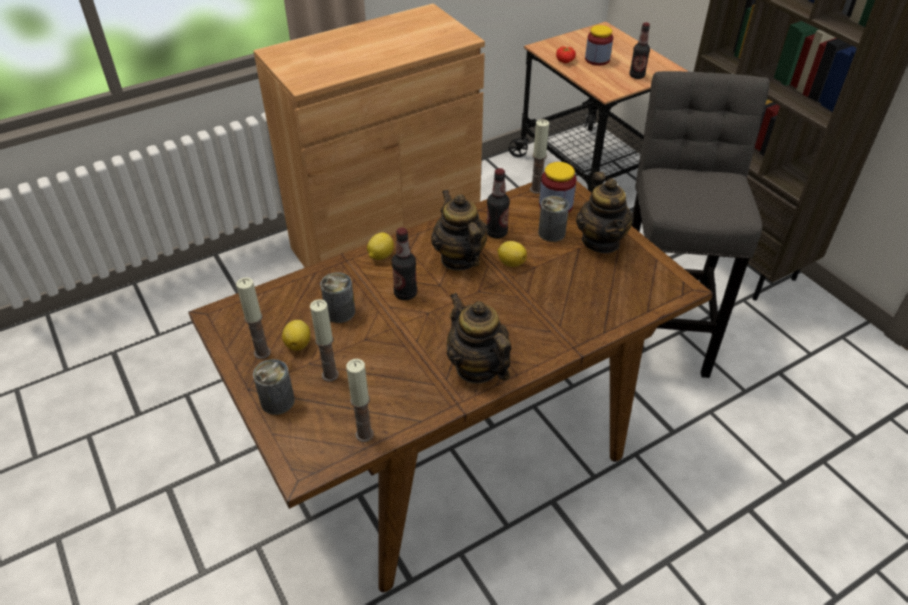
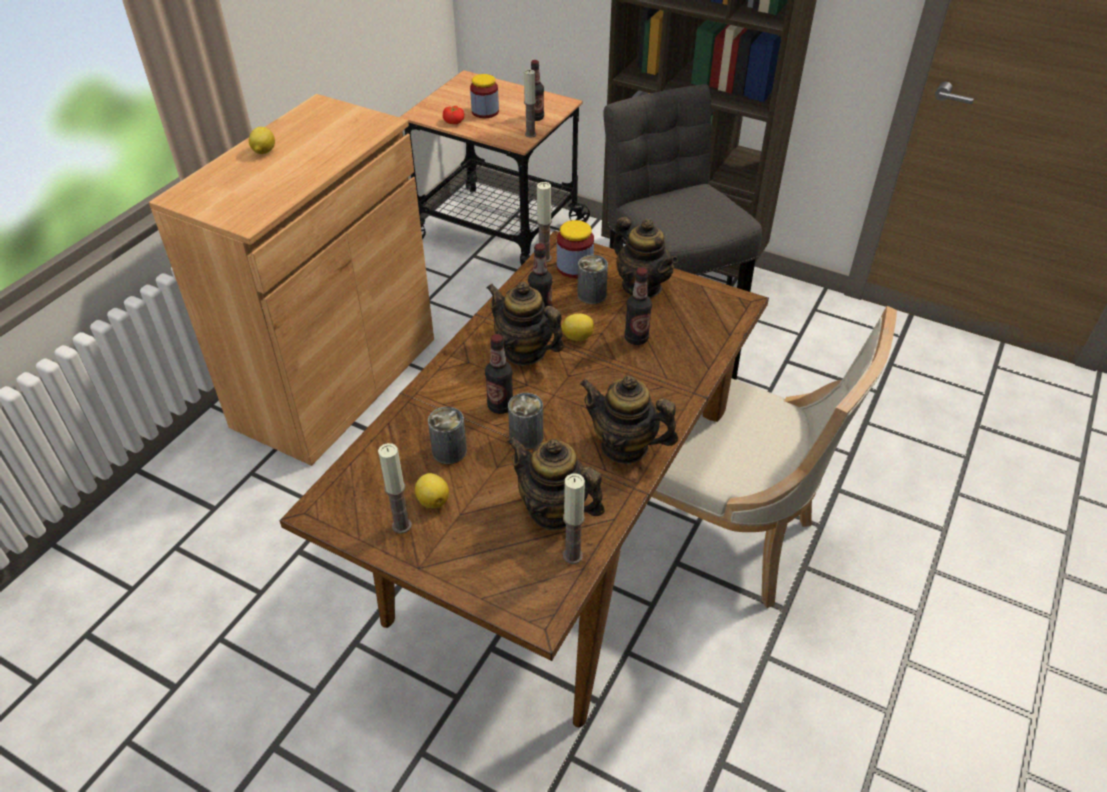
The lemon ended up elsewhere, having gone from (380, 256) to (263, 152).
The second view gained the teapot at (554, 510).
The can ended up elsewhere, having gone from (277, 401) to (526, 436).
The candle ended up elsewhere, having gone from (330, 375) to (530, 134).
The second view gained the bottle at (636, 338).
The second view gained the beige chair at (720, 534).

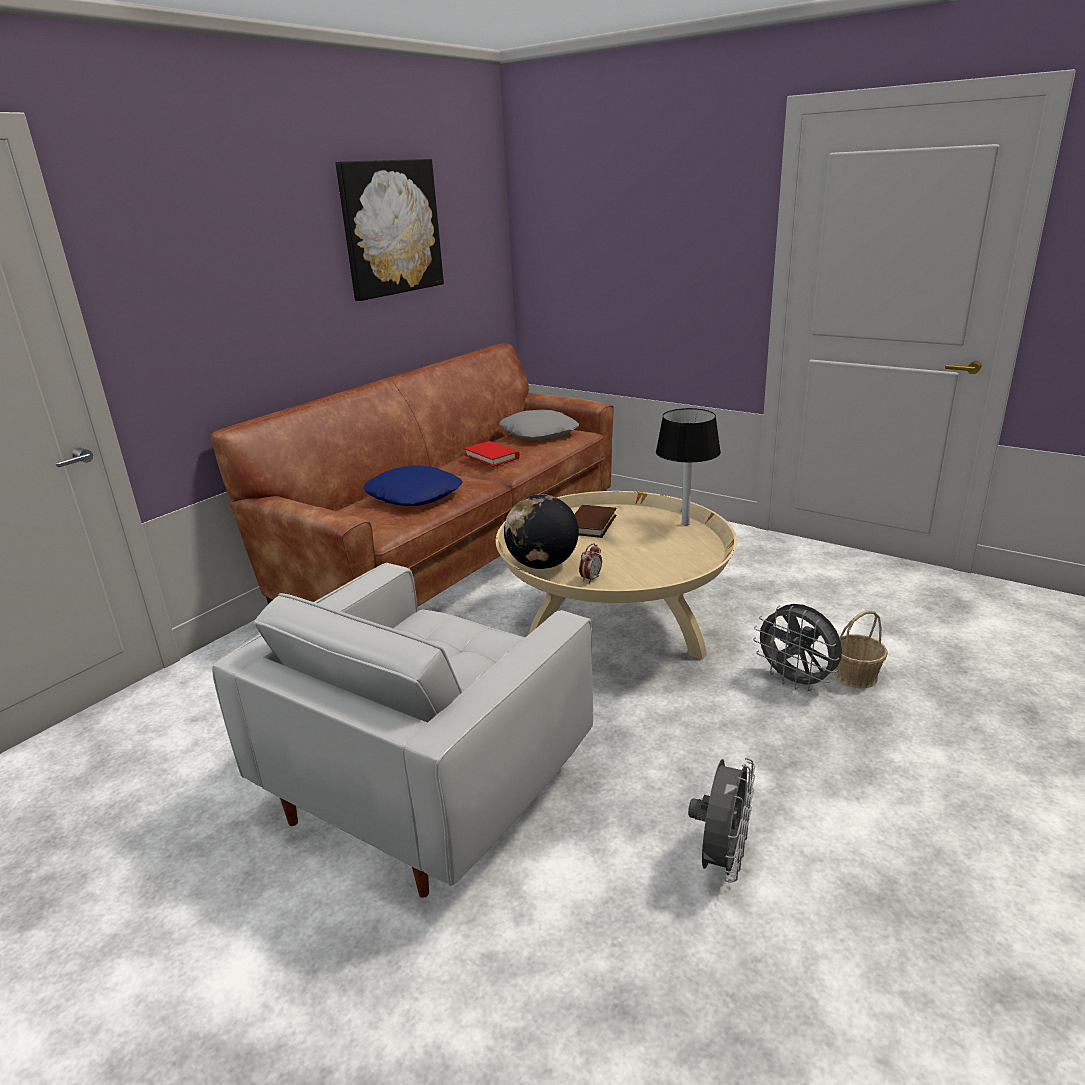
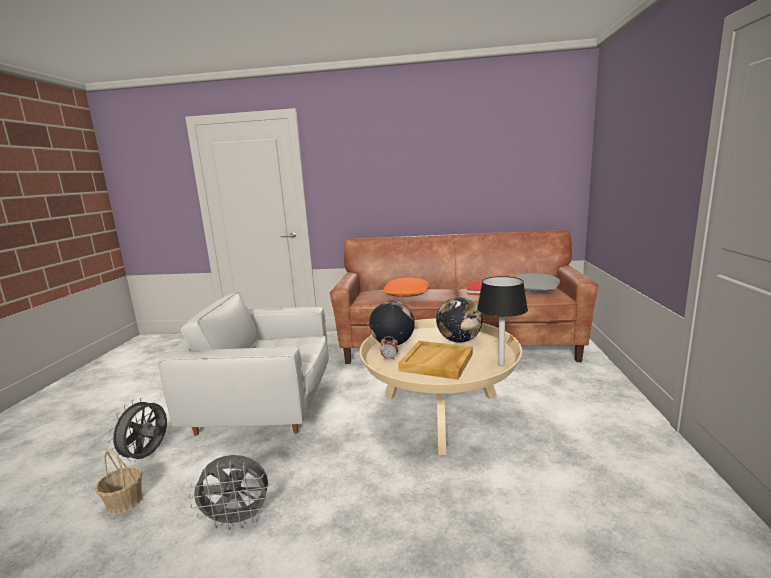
The basket ended up elsewhere, having gone from (856, 676) to (124, 502).
The grey fan ended up elsewhere, having gone from (796, 681) to (147, 456).
What was the blue pillow at (414, 495) turned into the orange pillow at (407, 293).
The second view gained the beige tray at (437, 362).
Where the brown book stood at (591, 524), the globe came to stand at (459, 340).
The second view lost the picture at (391, 228).

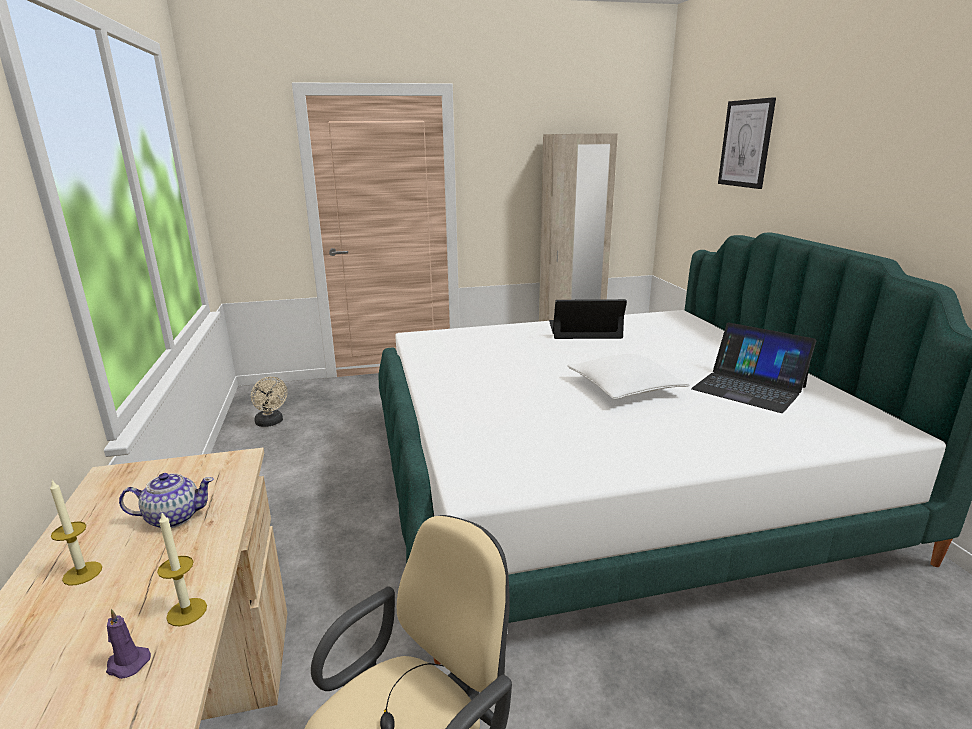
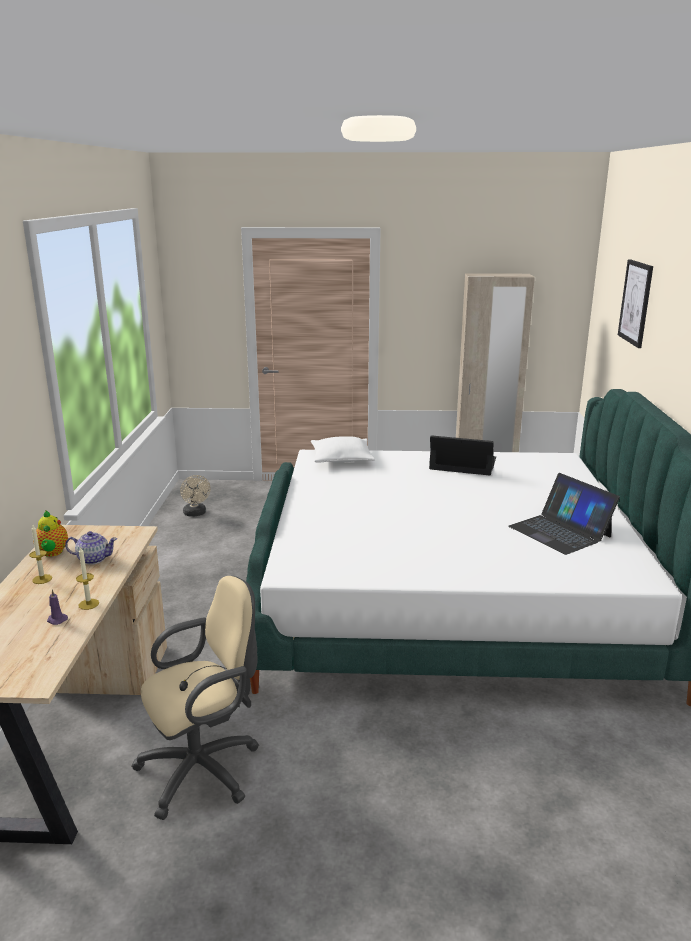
The second view gained the teapot at (52, 553).
The white pillow ended up elsewhere, having gone from (624, 387) to (341, 459).

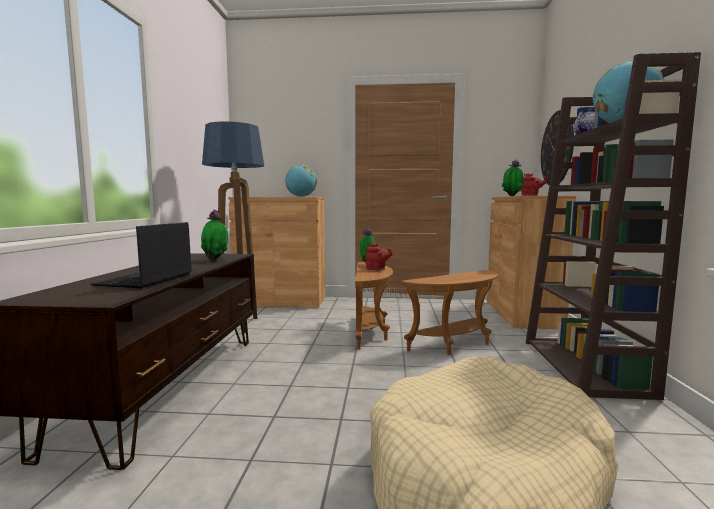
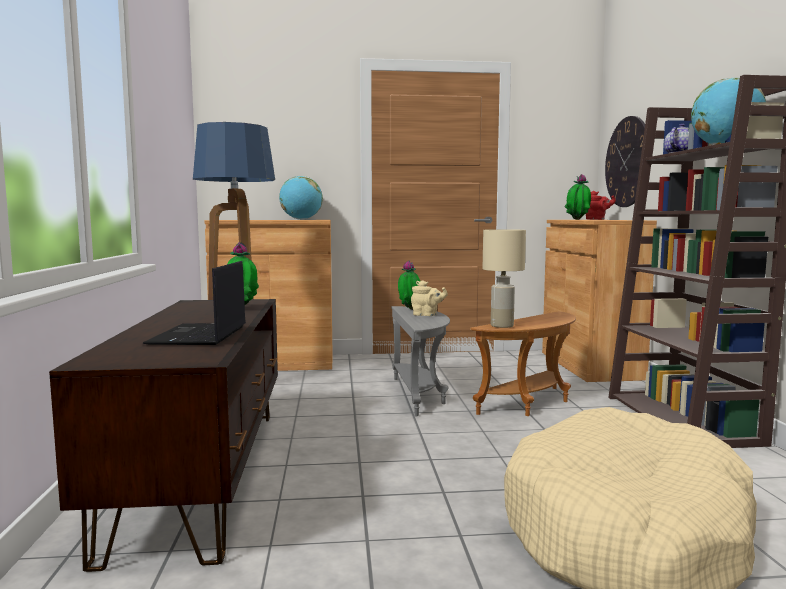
What was the brown side table at (371, 331) turned into the grey side table at (419, 395).
What was the red teapot at (377, 269) turned into the beige teapot at (427, 315).
The second view gained the beige table lamp at (502, 326).

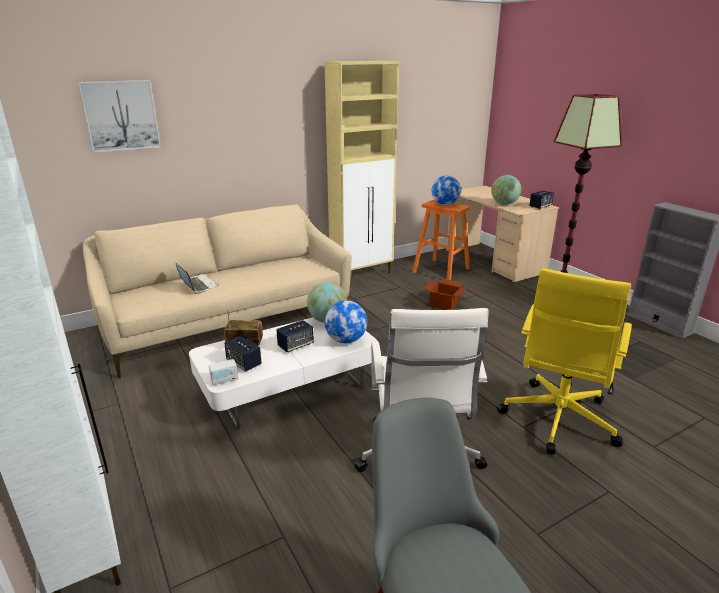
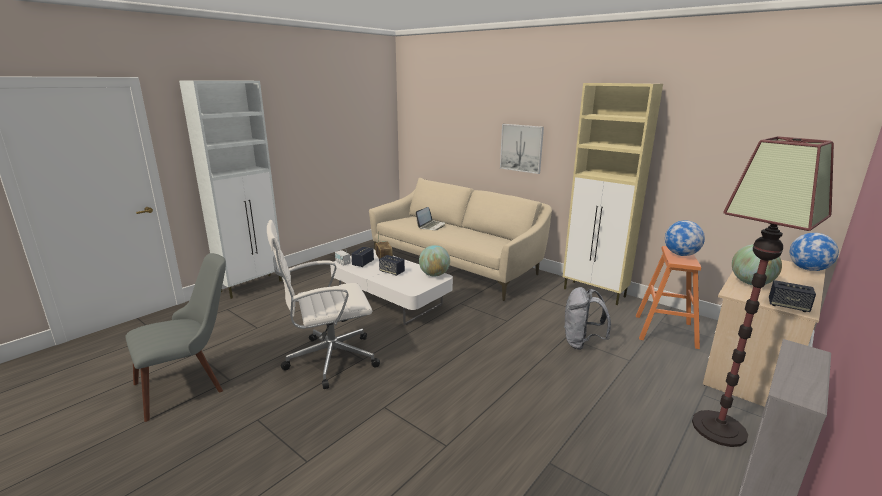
The picture ended up elsewhere, having gone from (121, 116) to (521, 148).
Where the cardboard box stood at (444, 304), the grey backpack came to stand at (581, 343).
The globe ended up elsewhere, having gone from (346, 340) to (808, 269).
The second view lost the yellow office chair at (557, 420).

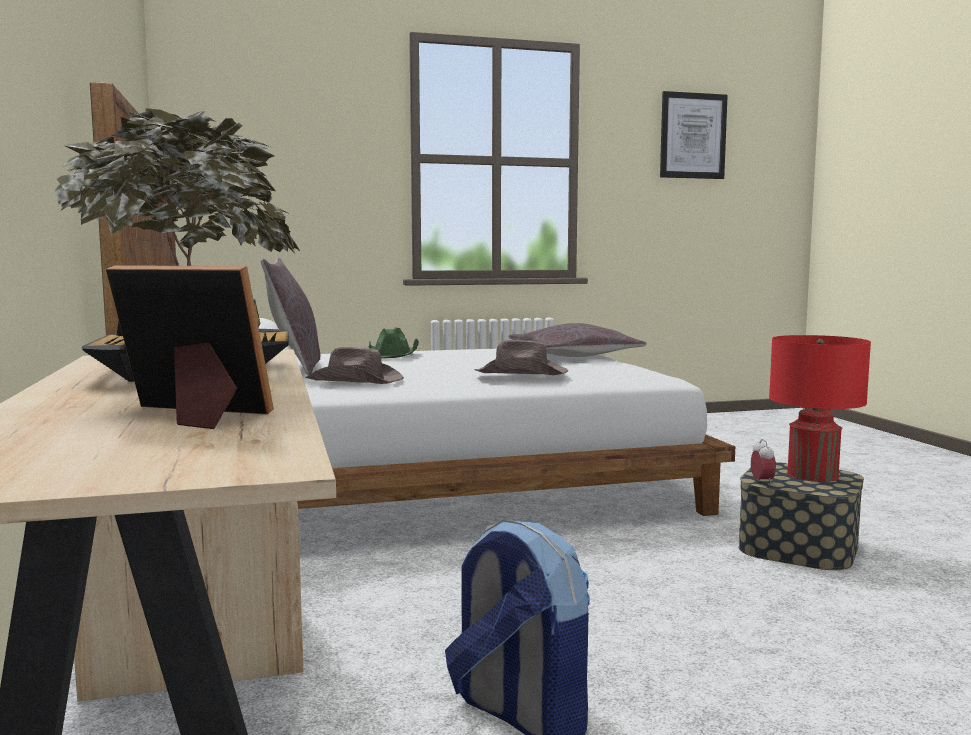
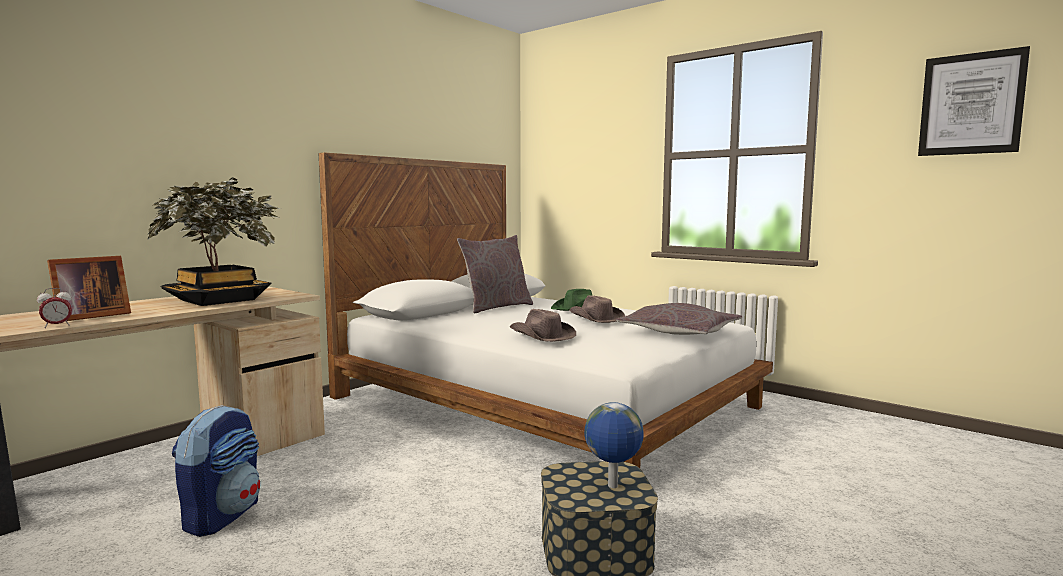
The alarm clock ended up elsewhere, having gone from (762, 482) to (57, 326).
The picture frame at (192, 416) ended up facing another way, 60 degrees clockwise from before.
The brown hat ended up elsewhere, having gone from (355, 381) to (596, 318).
Where the red table lamp stood at (812, 475), the globe came to stand at (612, 486).

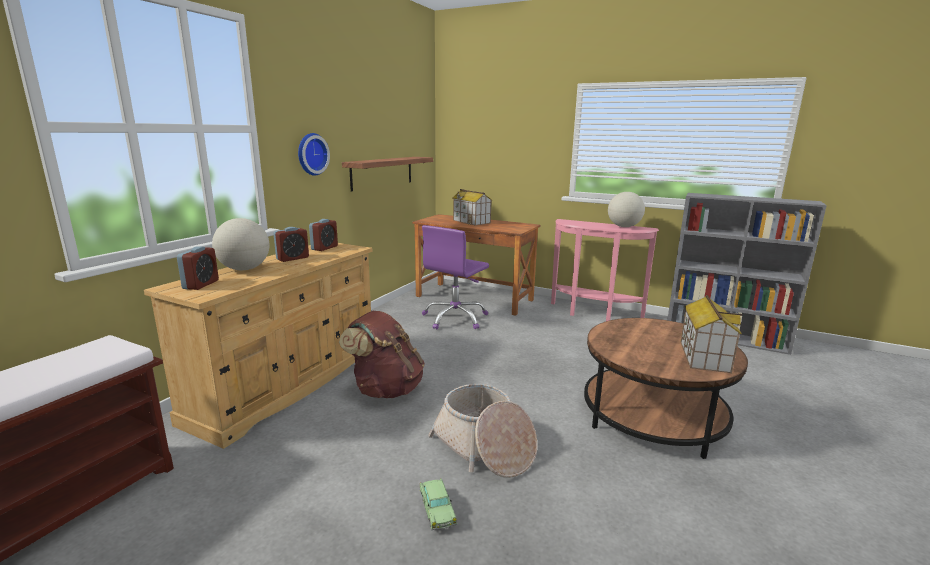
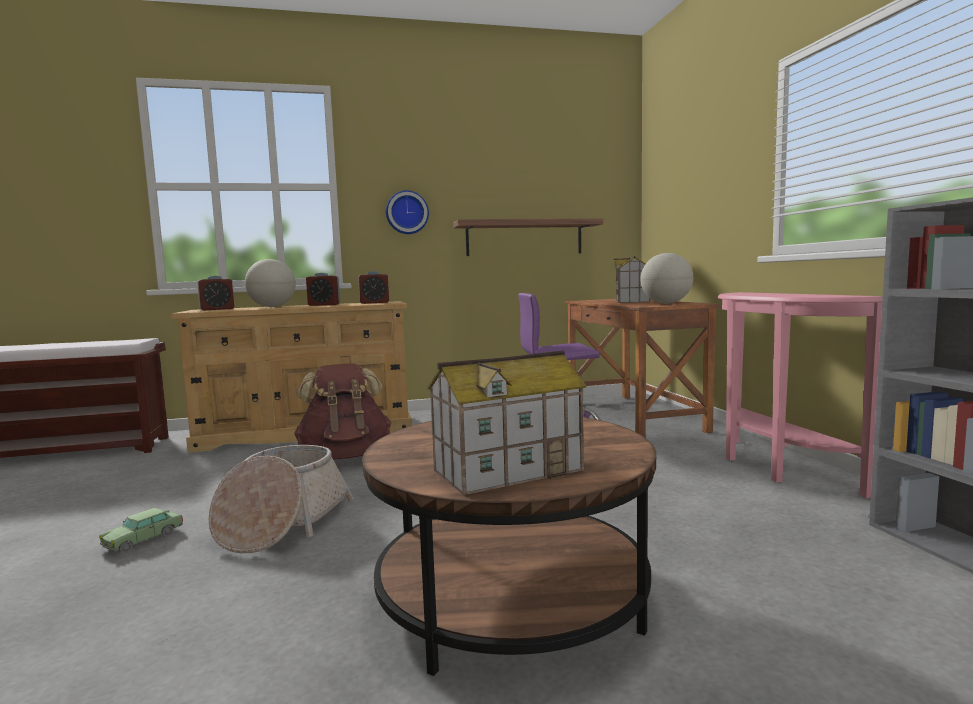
The globe ended up elsewhere, having gone from (624, 227) to (666, 303).

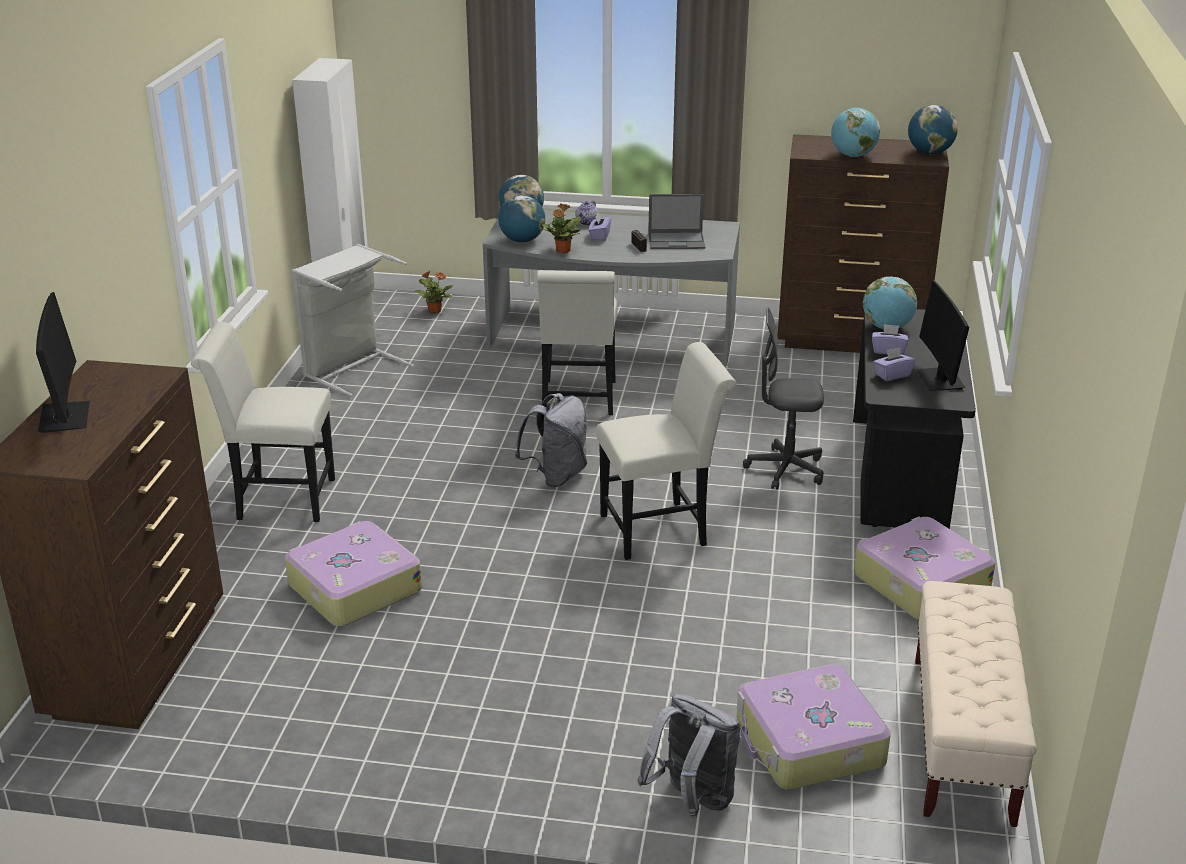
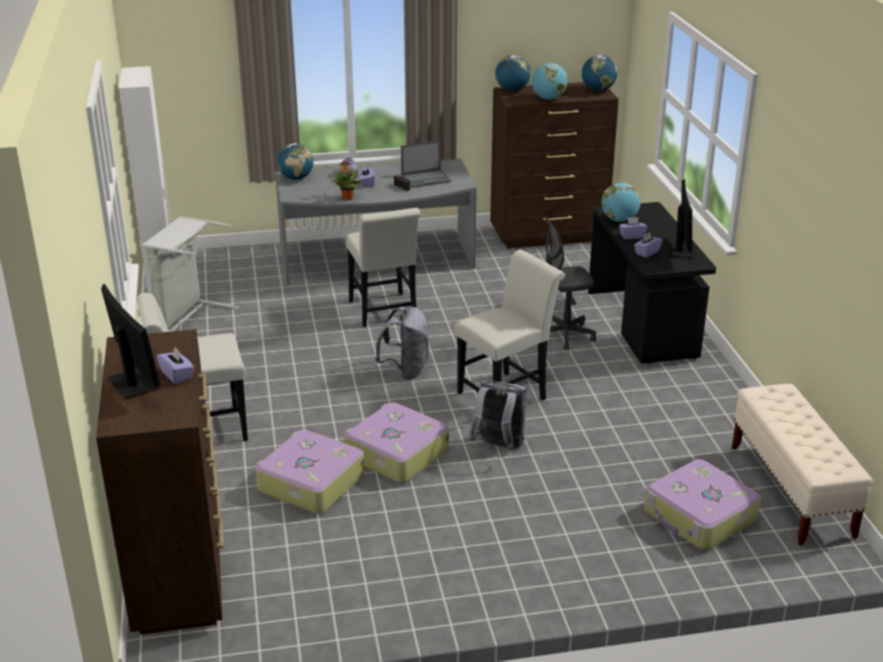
The second view gained the purple tissue box at (177, 375).
The suitcase ended up elsewhere, having gone from (919, 582) to (395, 453).
The grey backpack ended up elsewhere, having gone from (692, 800) to (498, 447).
The globe ended up elsewhere, having gone from (522, 240) to (512, 90).
The monitor at (940, 380) ended up facing another way, 150 degrees counterclockwise from before.
The second view lost the potted plant at (434, 311).

